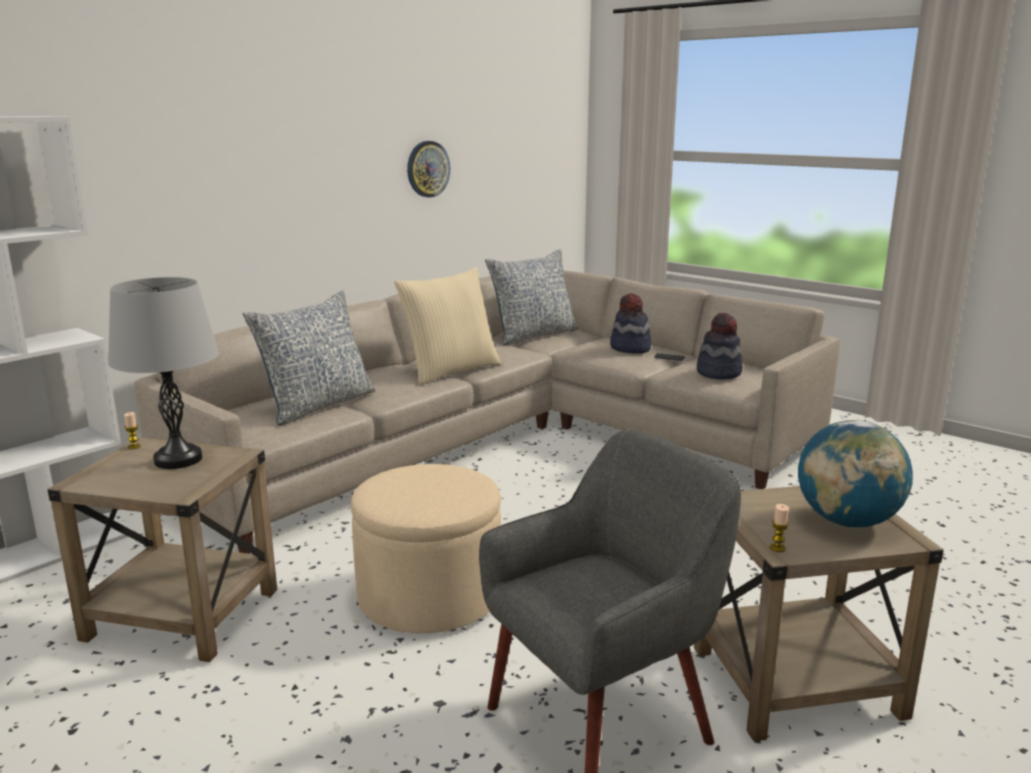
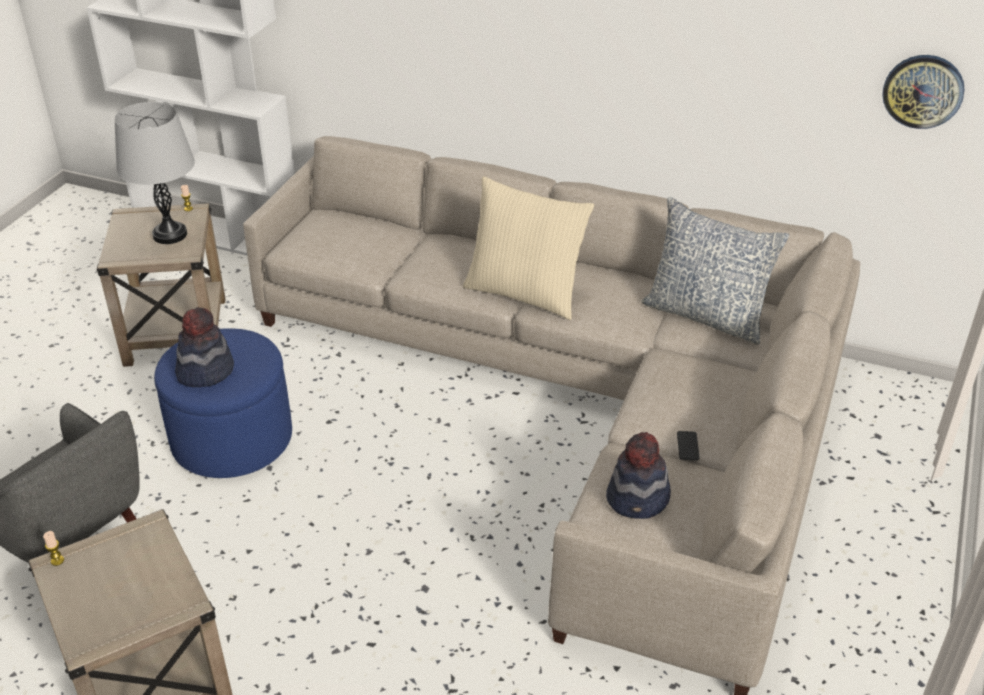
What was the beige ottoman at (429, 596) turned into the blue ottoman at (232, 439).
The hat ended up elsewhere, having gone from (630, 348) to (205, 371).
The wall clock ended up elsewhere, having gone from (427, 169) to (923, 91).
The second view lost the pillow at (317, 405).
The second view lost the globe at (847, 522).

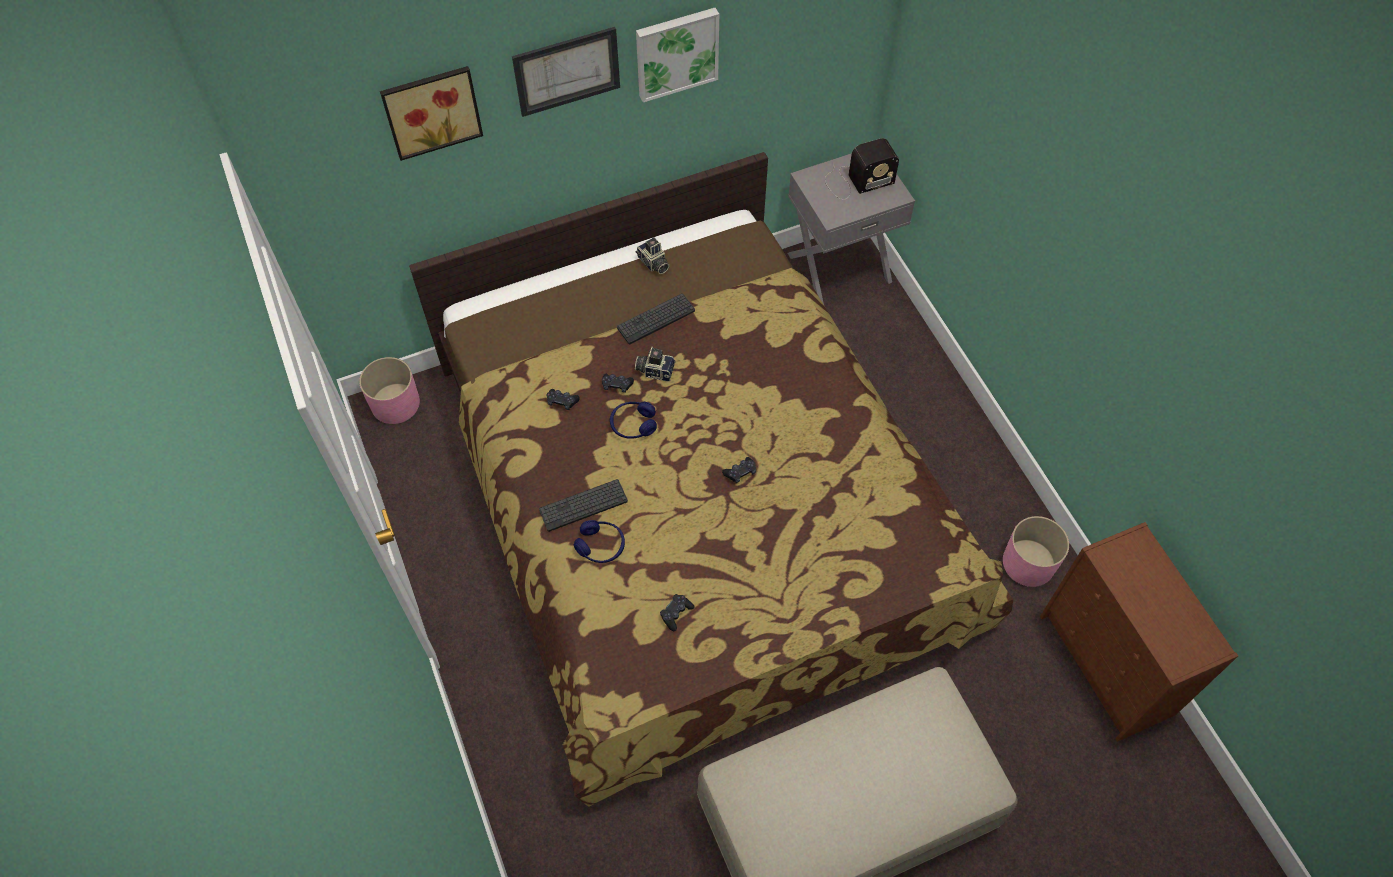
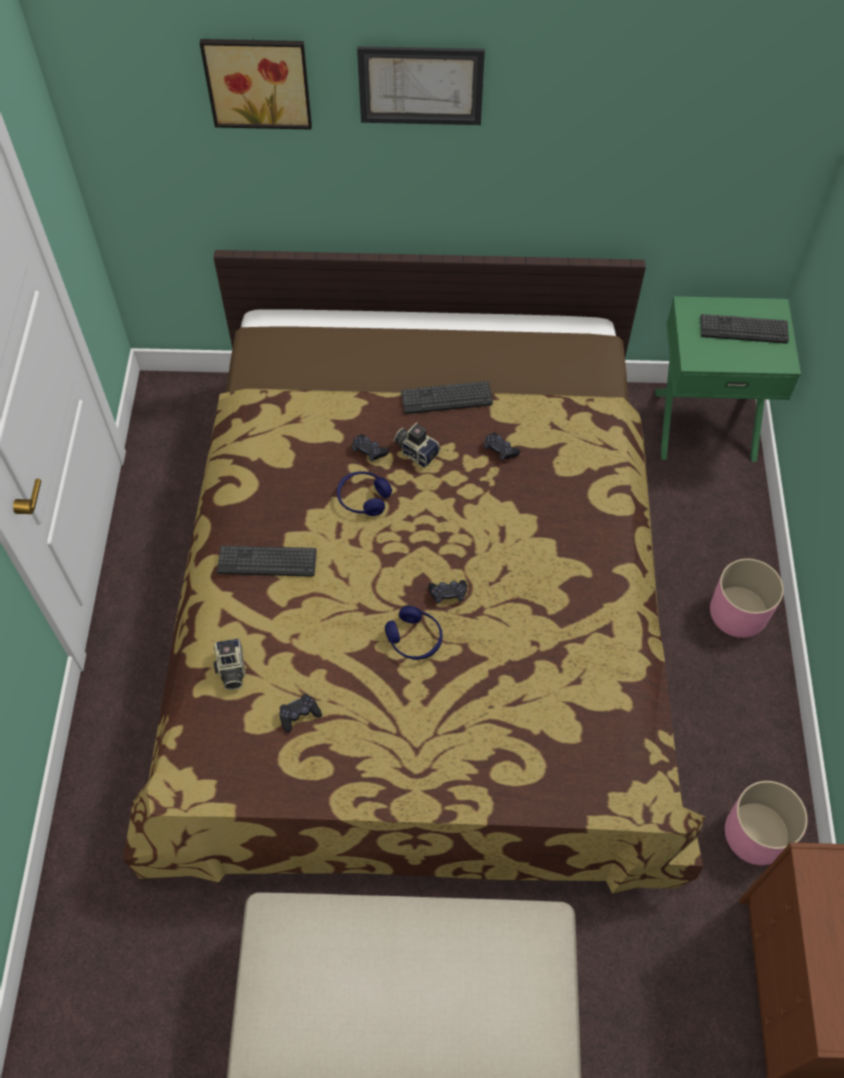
The photo camera ended up elsewhere, having gone from (653, 263) to (231, 669).
The blue headphones ended up elsewhere, having gone from (600, 546) to (414, 639).
The black game controller ended up elsewhere, having gone from (562, 401) to (500, 450).
What was the grey nightstand at (838, 266) turned into the green nightstand at (704, 423).
Where the radio stood at (856, 181), the keyboard came to stand at (743, 329).
The pink planter ended up elsewhere, having gone from (396, 403) to (739, 612).
The second view lost the picture at (676, 52).

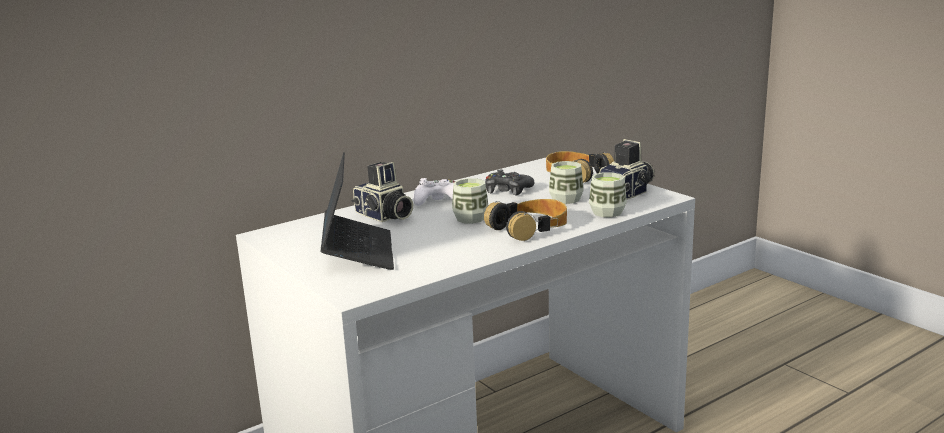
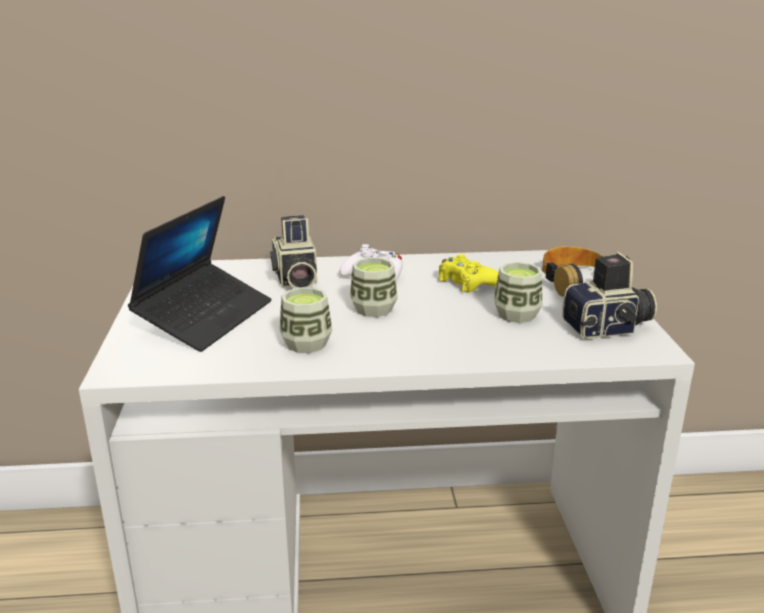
The cup ended up elsewhere, having gone from (607, 212) to (306, 344).
What was the black game controller at (507, 190) turned into the yellow game controller at (467, 282).
The second view lost the headphones at (529, 228).

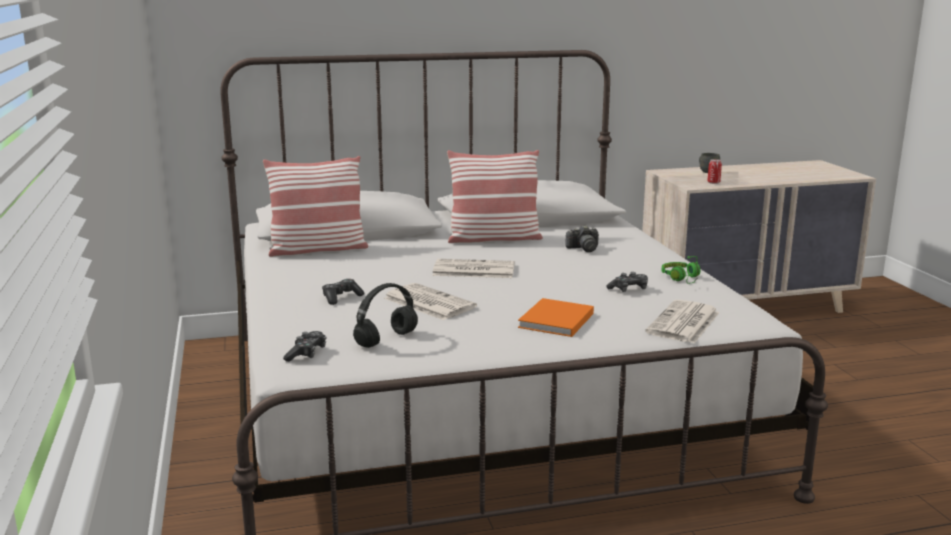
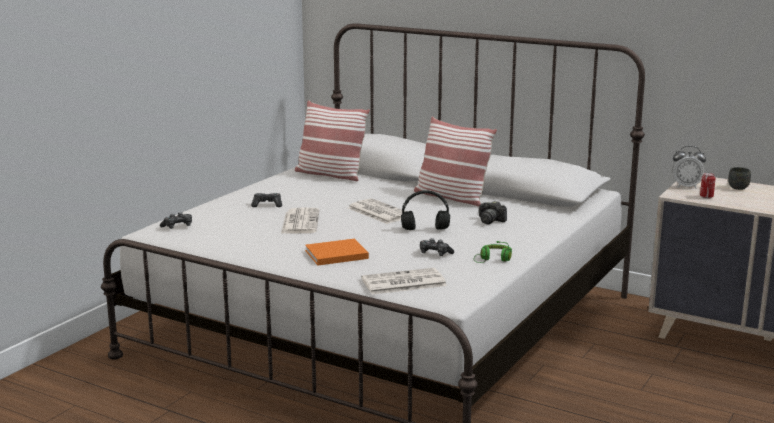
The black headphones ended up elsewhere, having gone from (386, 339) to (426, 229).
The second view gained the alarm clock at (686, 187).

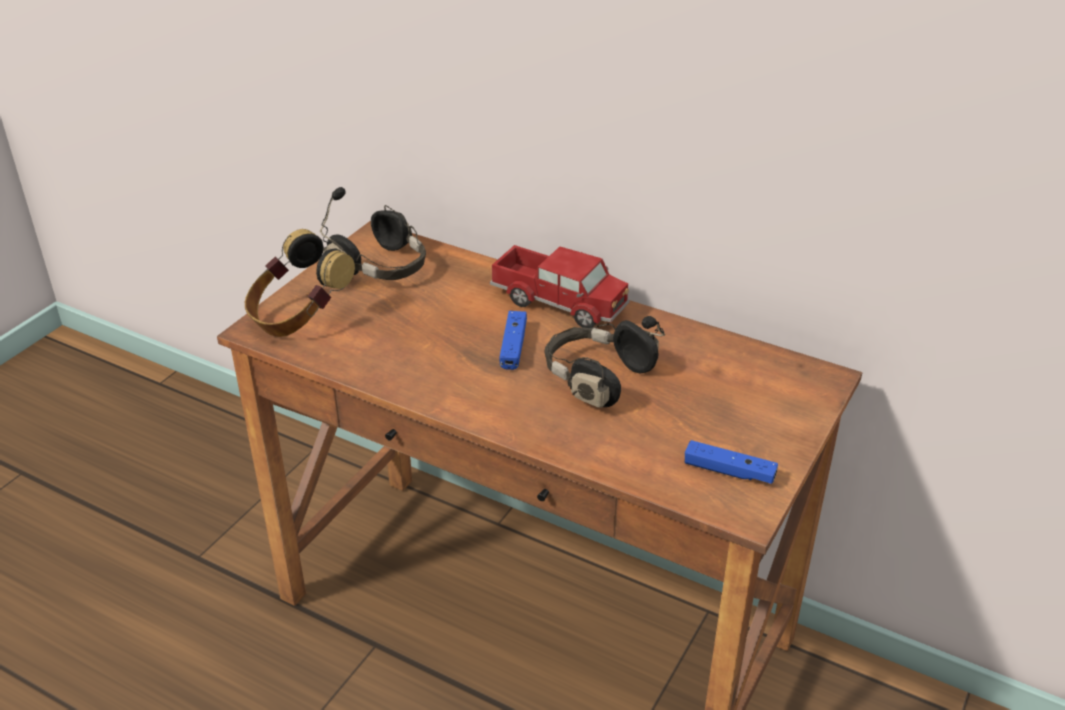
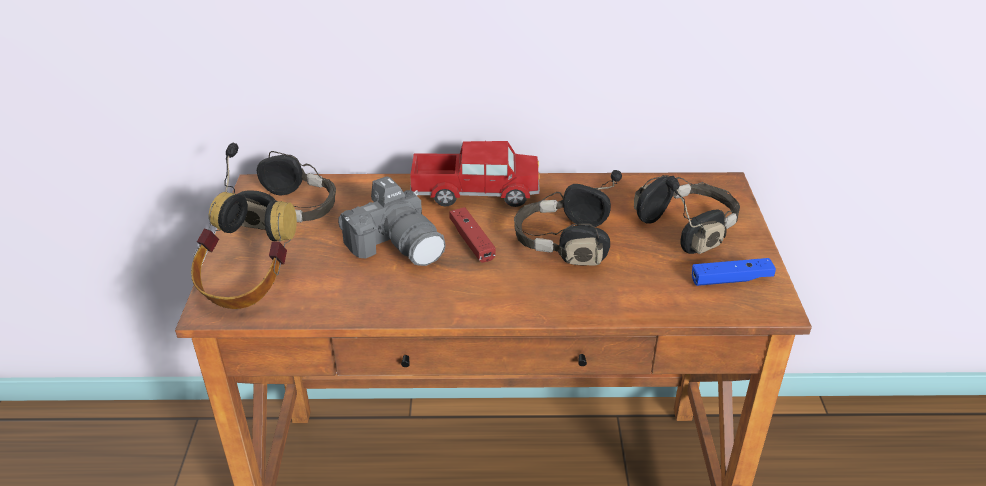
The second view gained the photo camera at (397, 244).
What was the blue game controller at (513, 346) turned into the red game controller at (472, 241).
The second view gained the black headphones at (688, 228).

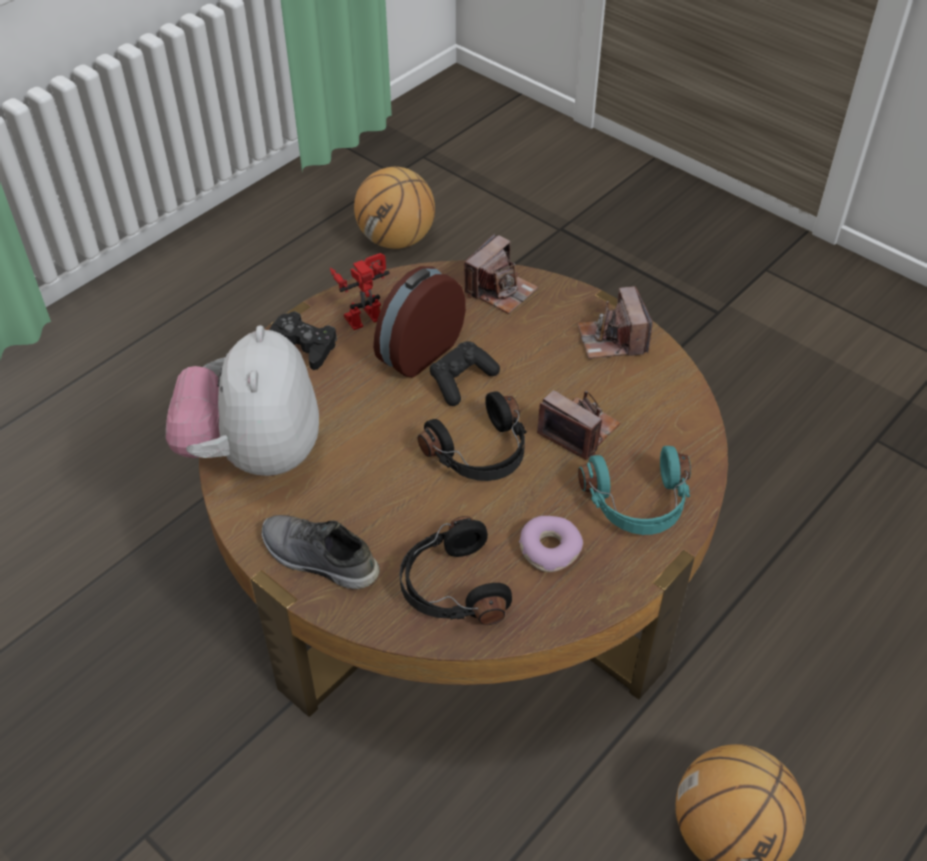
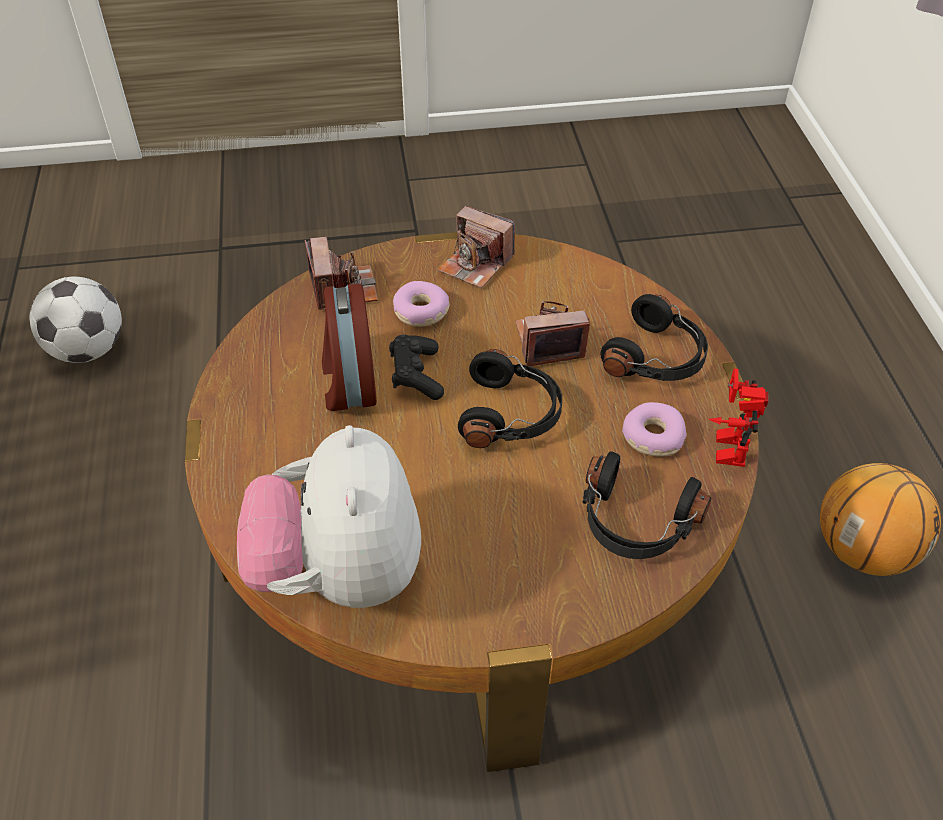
Where the basketball stood at (396, 240), the football came to stand at (88, 350).
The plush toy at (254, 454) ended up facing another way, 45 degrees clockwise from before.
The second view gained the donut at (421, 312).
What was the turquoise headphones at (638, 504) turned into the black headphones at (656, 358).
The toy robot ended up elsewhere, having gone from (363, 314) to (724, 446).
The second view lost the grey shoe at (318, 560).
The second view lost the black game controller at (303, 346).

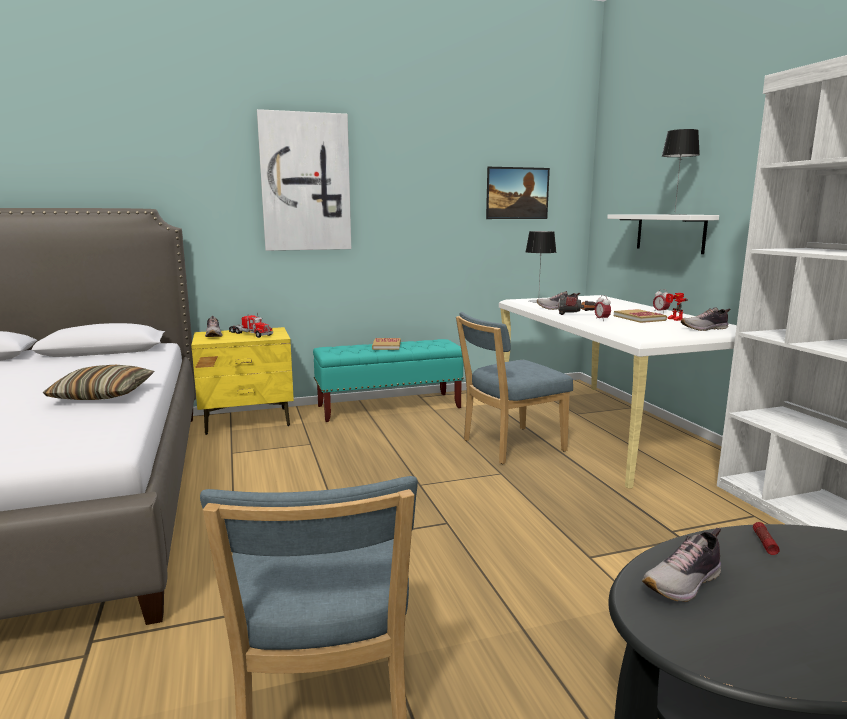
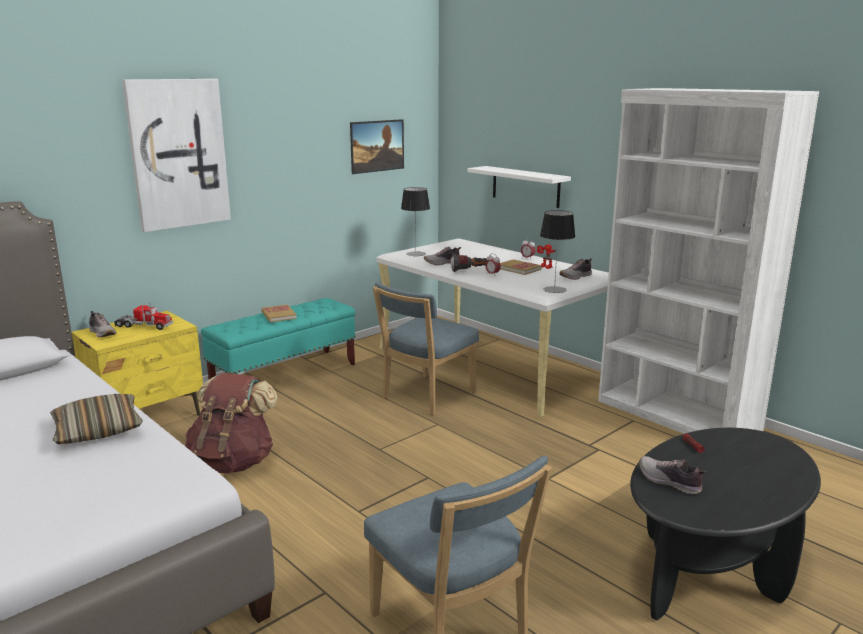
The second view gained the brown backpack at (233, 462).
The table lamp ended up elsewhere, having gone from (674, 214) to (554, 289).
The shoe at (684, 583) ended up facing another way, 105 degrees clockwise from before.

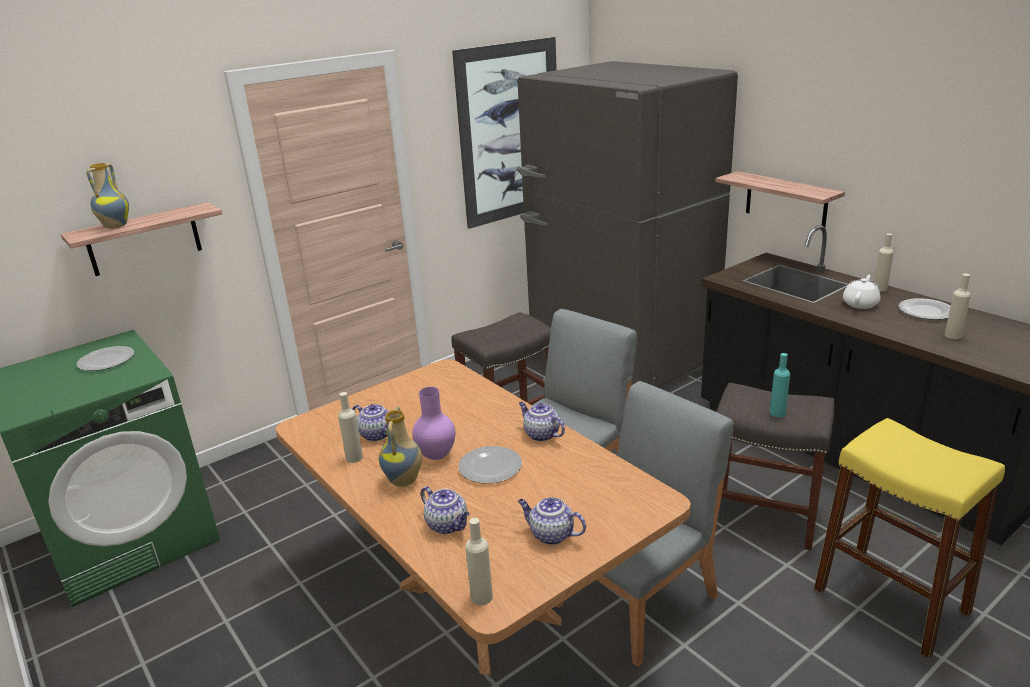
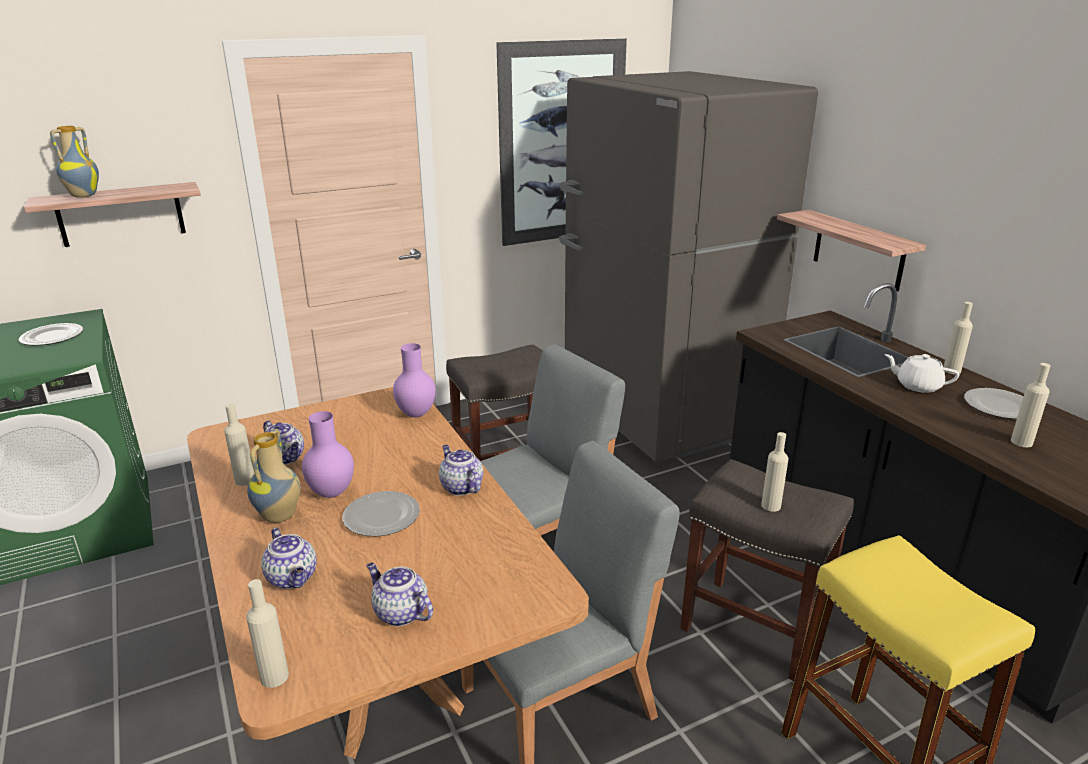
The second view gained the purple vase at (415, 414).
What was the turquoise bottle at (777, 413) turned into the beige bottle at (771, 506).
The white teapot at (860, 304) ended up facing another way, 105 degrees counterclockwise from before.

